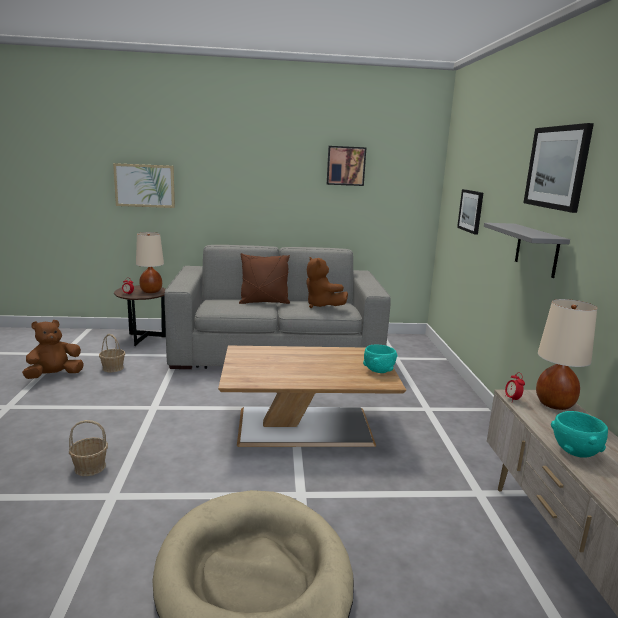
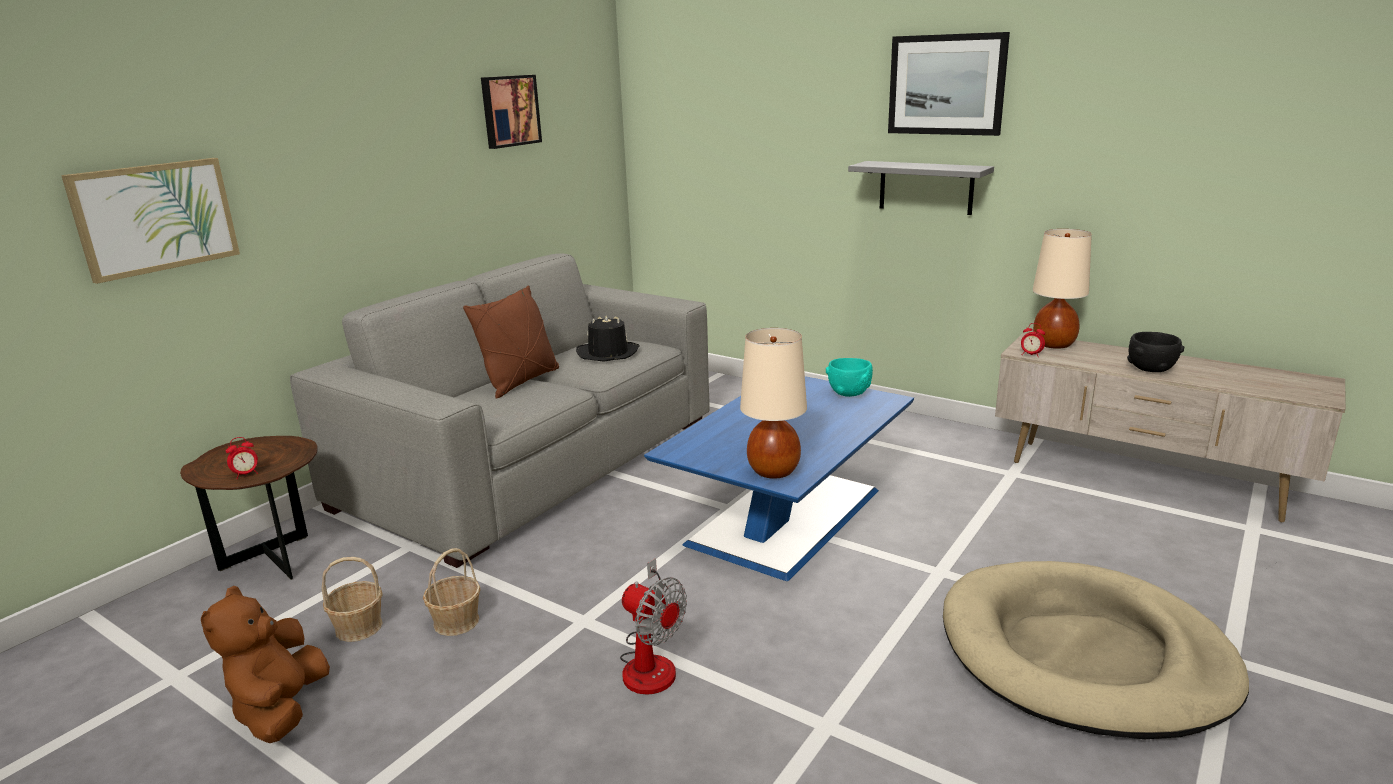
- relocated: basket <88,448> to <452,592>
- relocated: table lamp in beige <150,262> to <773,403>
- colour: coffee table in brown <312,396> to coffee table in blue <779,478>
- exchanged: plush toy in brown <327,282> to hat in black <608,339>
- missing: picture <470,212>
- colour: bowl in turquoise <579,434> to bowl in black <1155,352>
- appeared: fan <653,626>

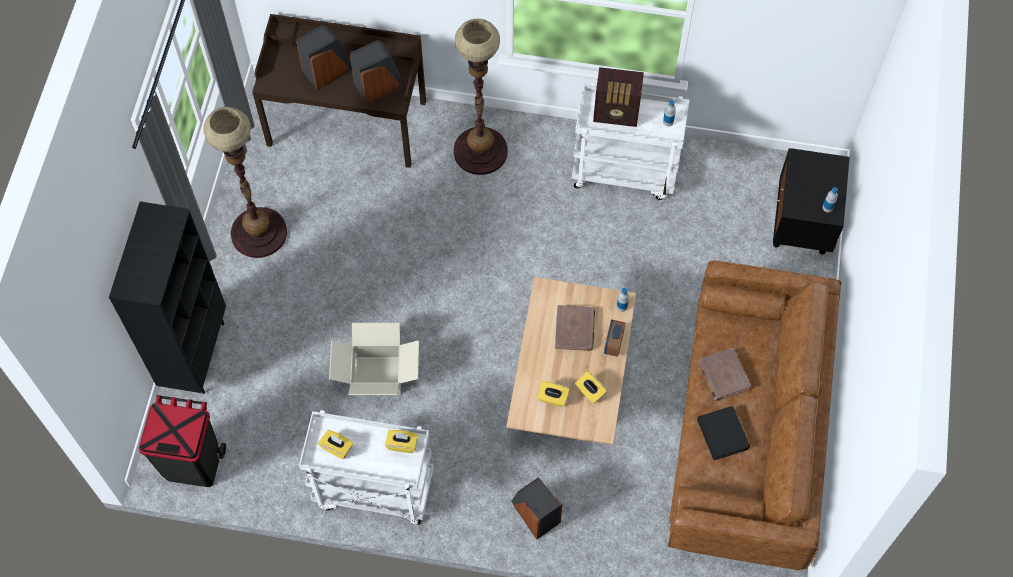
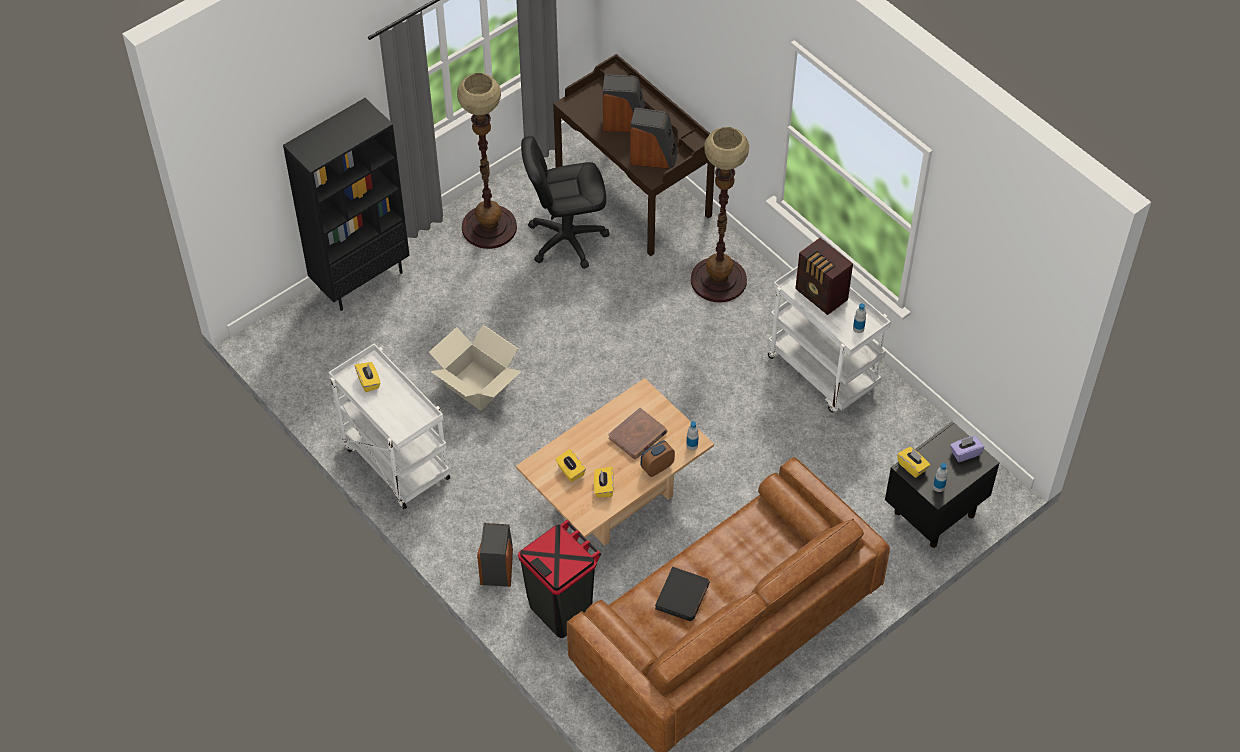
- relocated: trash can in black <182,441> to <559,579>
- relocated: tissue box in yellow <401,441> to <913,462>
- missing: book in brown <724,374>
- appeared: office chair in black <565,202>
- appeared: tissue box in purple <967,449>

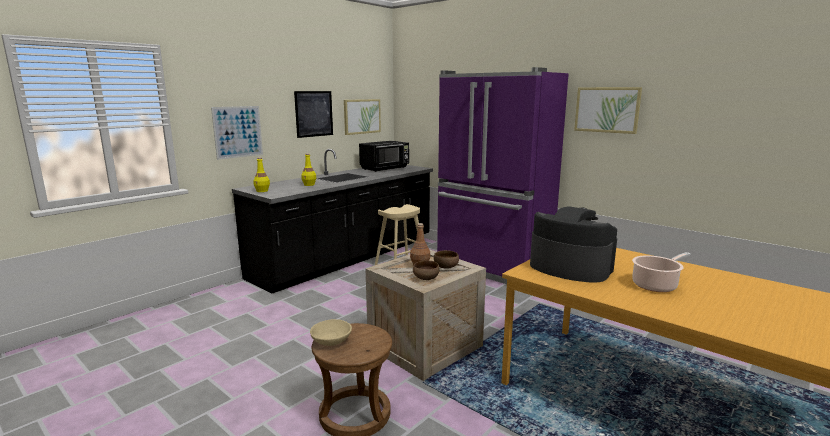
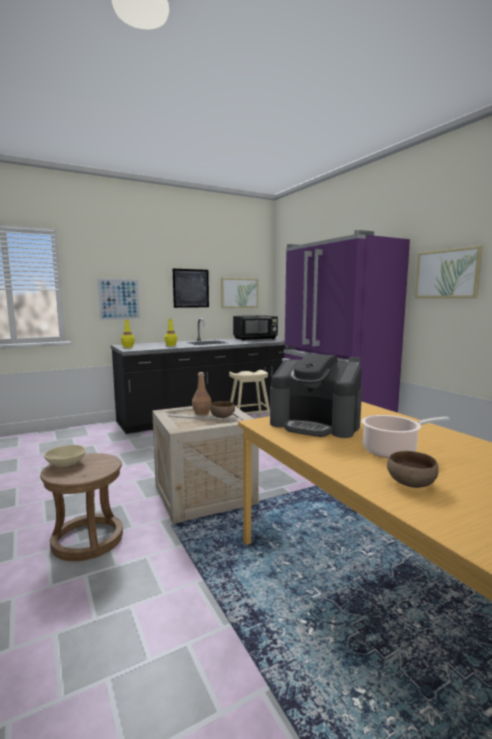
- relocated: bowl in brown <426,270> to <412,469>
- spun: coffee machine <573,245> = <316,396> 150 degrees clockwise

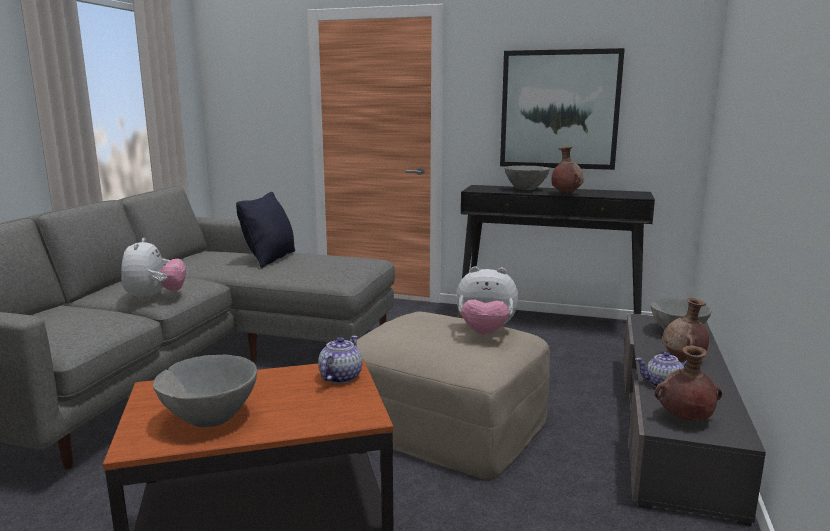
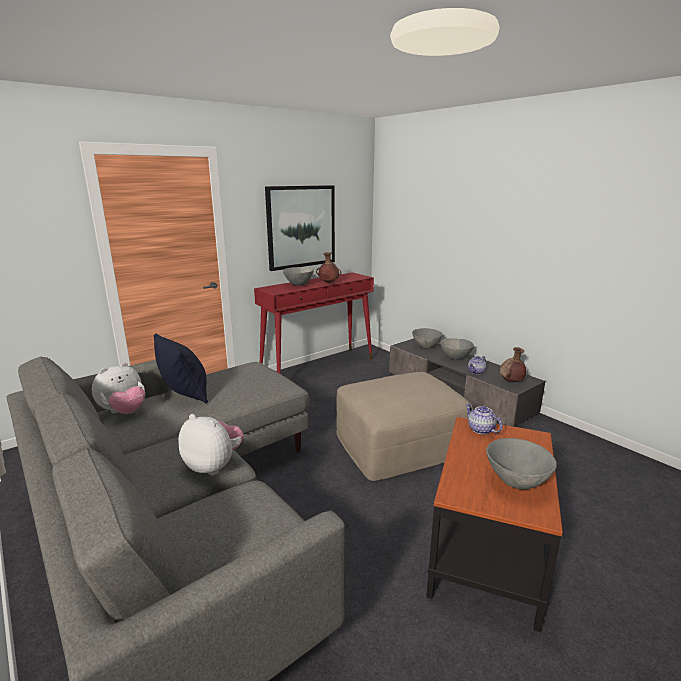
- relocated: plush toy <487,300> to <118,388>
- colour: console table in black <556,251> to console table in red <314,323>
- exchanged: vase in brown <685,329> to bowl in grey <457,349>

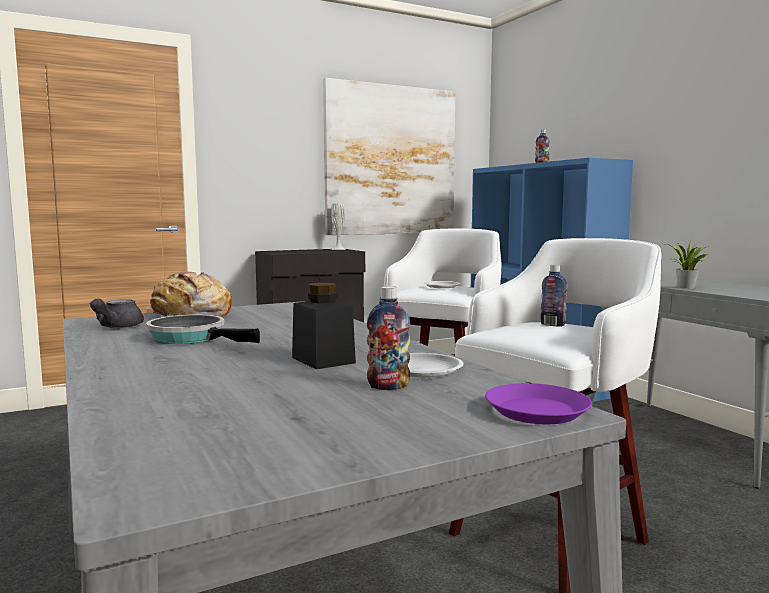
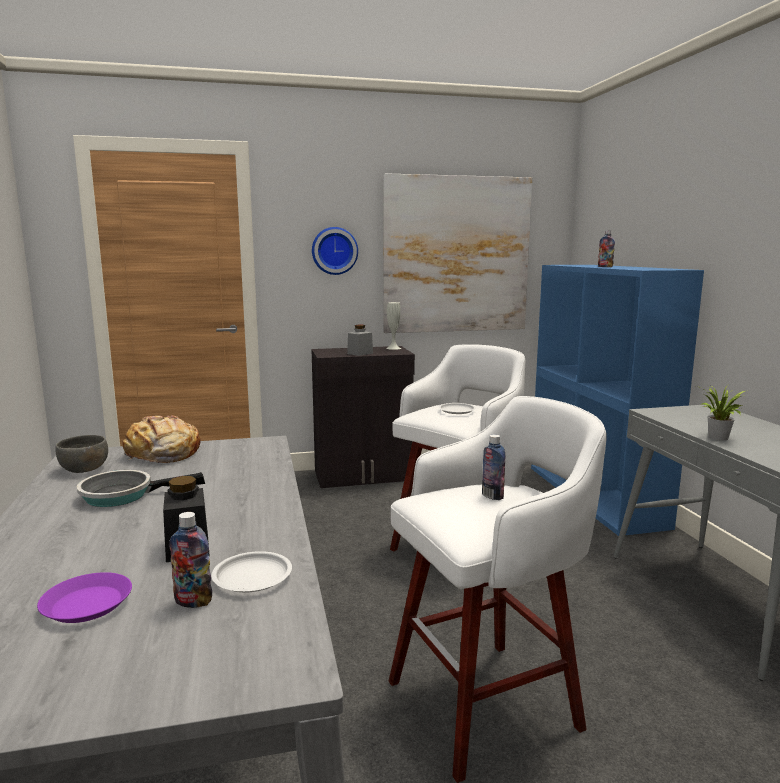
- exchanged: teapot in grey <117,313> to bowl in grey <81,454>
- spun: frying pan <203,329> = <141,488> 60 degrees counterclockwise
- relocated: plate in purple <538,403> to <84,597>
- appeared: wall clock <335,251>
- appeared: jar in grey <360,340>

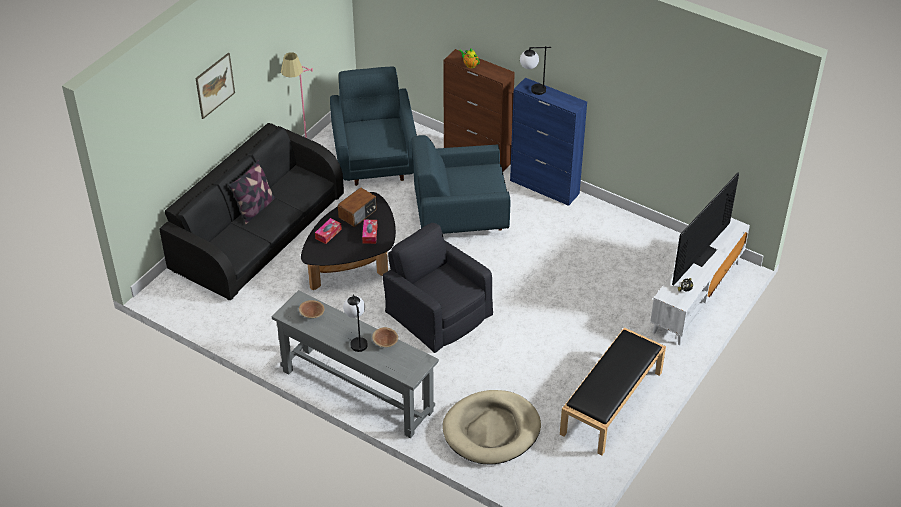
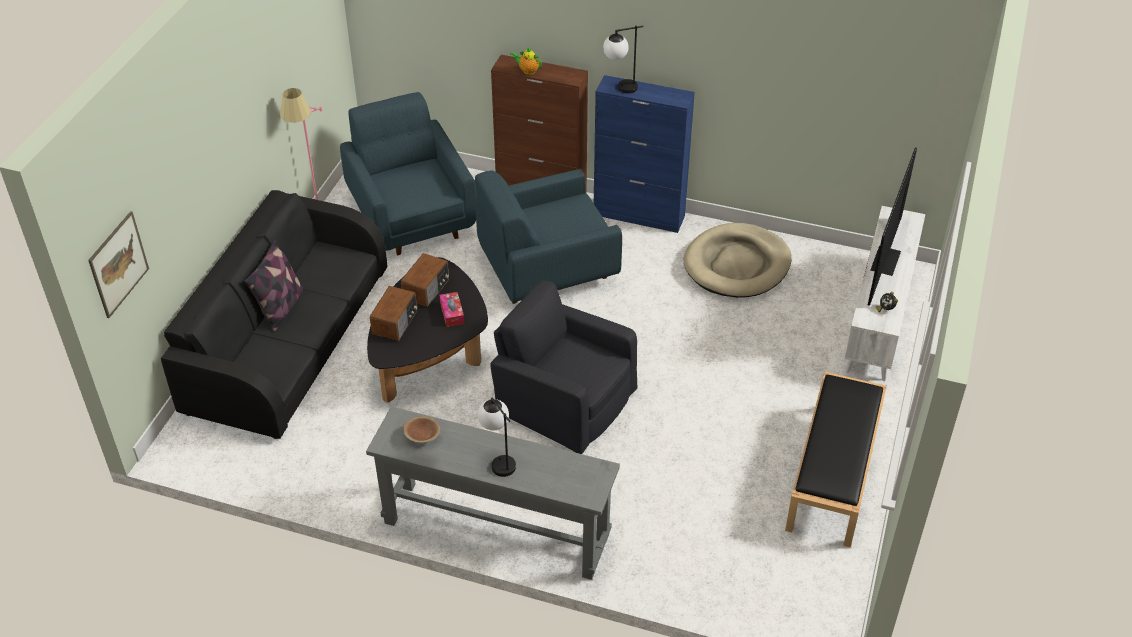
- relocated: picture <215,85> to <118,264>
- exchanged: tissue box <328,231> to radio <393,313>
- missing: bowl in brown <385,337>
- relocated: dog bed in beige <492,427> to <737,260>

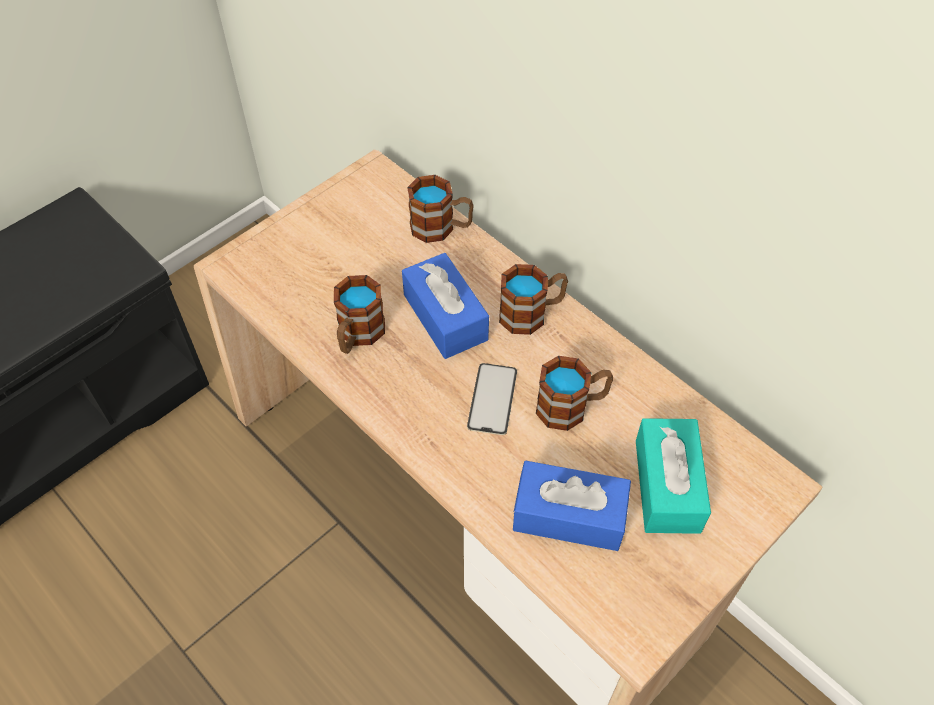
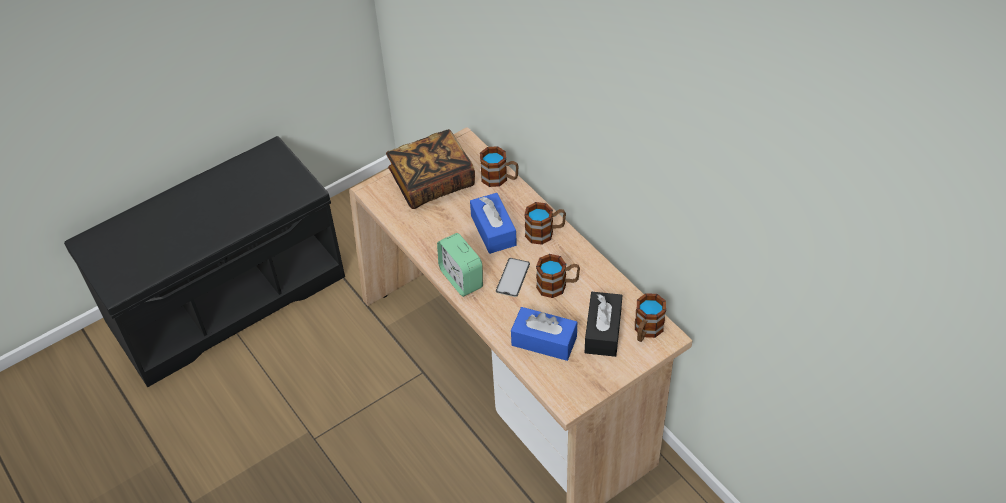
- relocated: mug <359,314> to <650,317>
- colour: tissue box in turquoise <673,476> to tissue box in black <603,324>
- appeared: book <430,169>
- appeared: alarm clock <460,265>

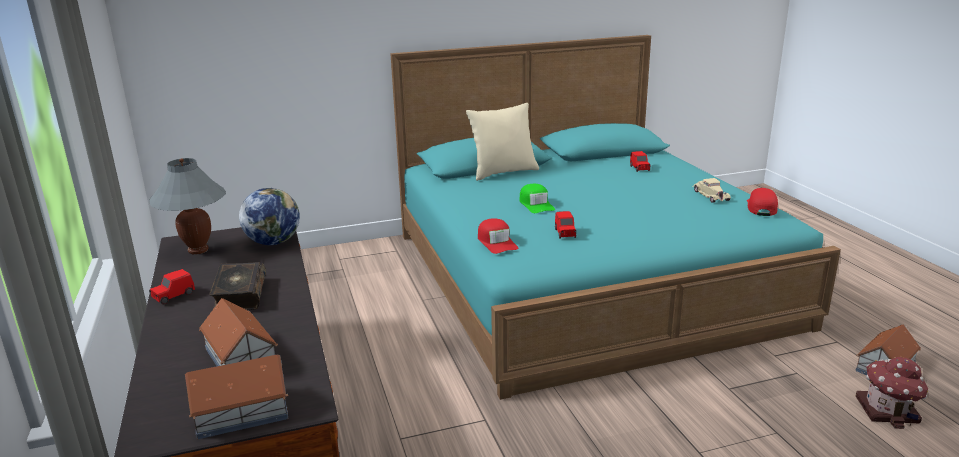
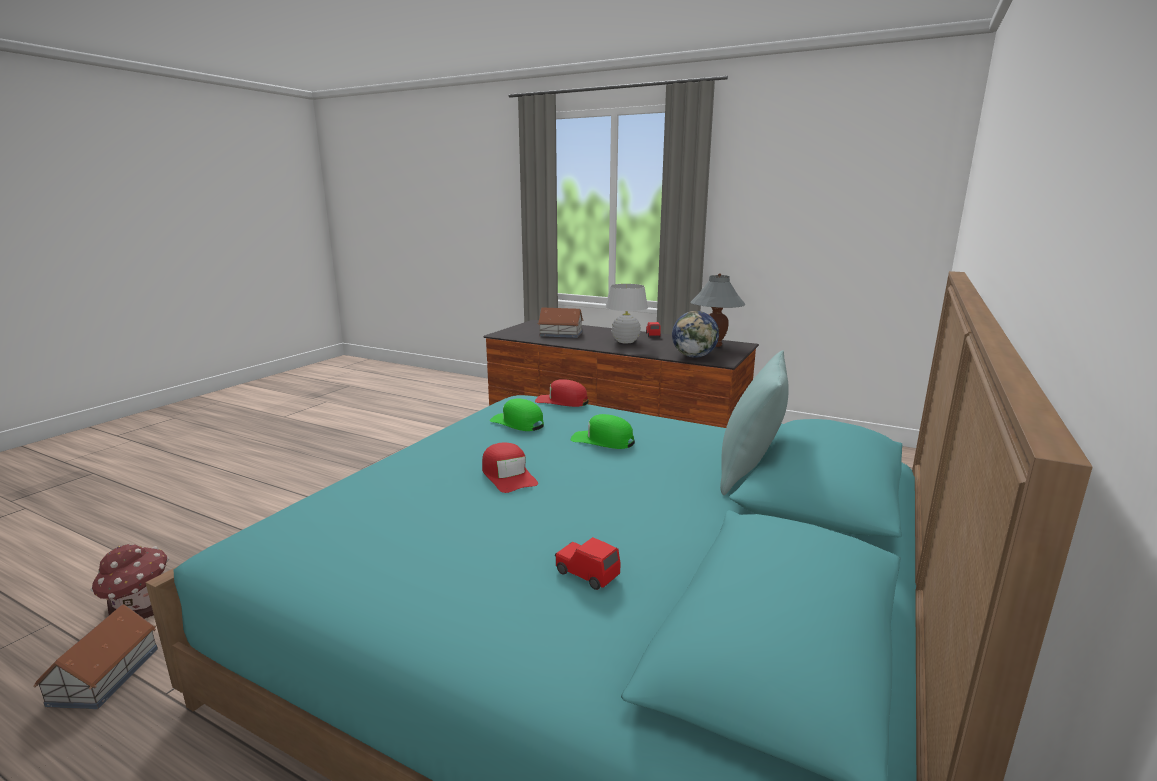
- missing: toy house <236,396>
- exchanged: book <237,286> to table lamp in white <626,313>
- colour: pillow in beige <502,142> to pillow in turquoise <754,422>
- exchanged: toy car in red <565,225> to cap in green <517,414>
- missing: toy car in beige <711,190>
- relocated: cap in red <762,202> to <510,468>

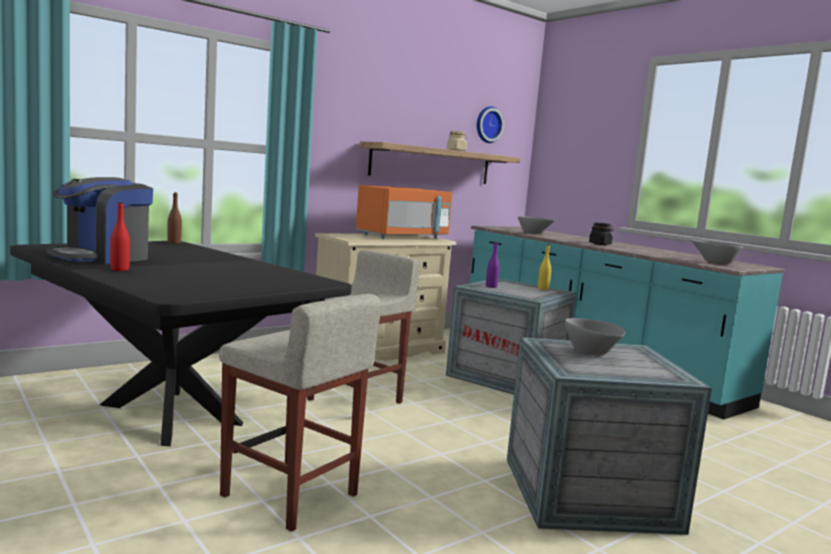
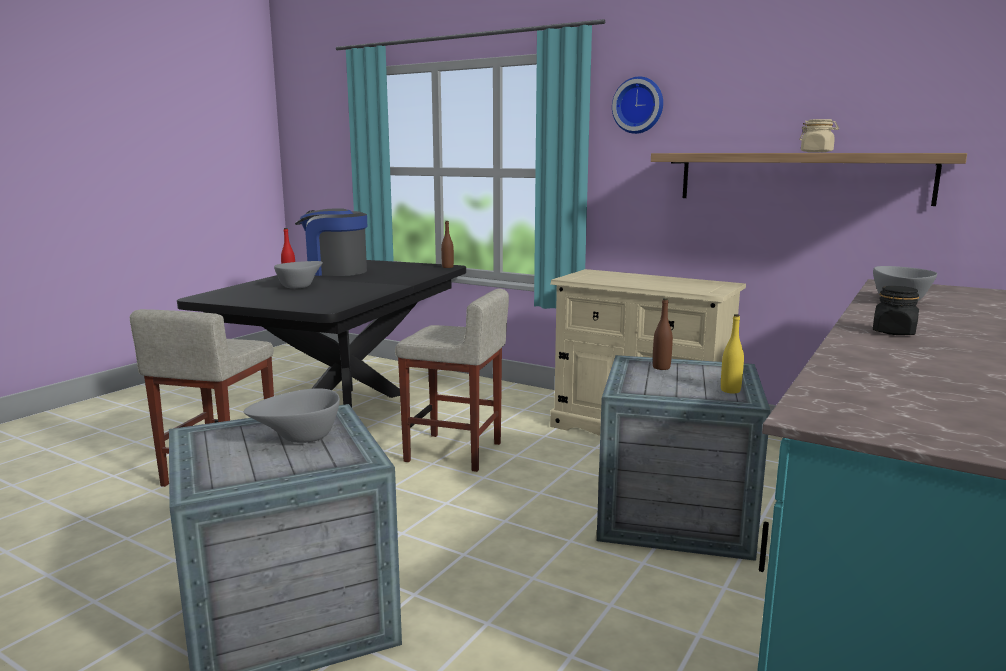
- missing: microwave in orange <404,211>
- relocated: wall clock <490,124> to <637,105>
- colour: bottle in purple <492,265> to bottle in brown <663,334>
- relocated: bowl in grey <717,252> to <298,275>

